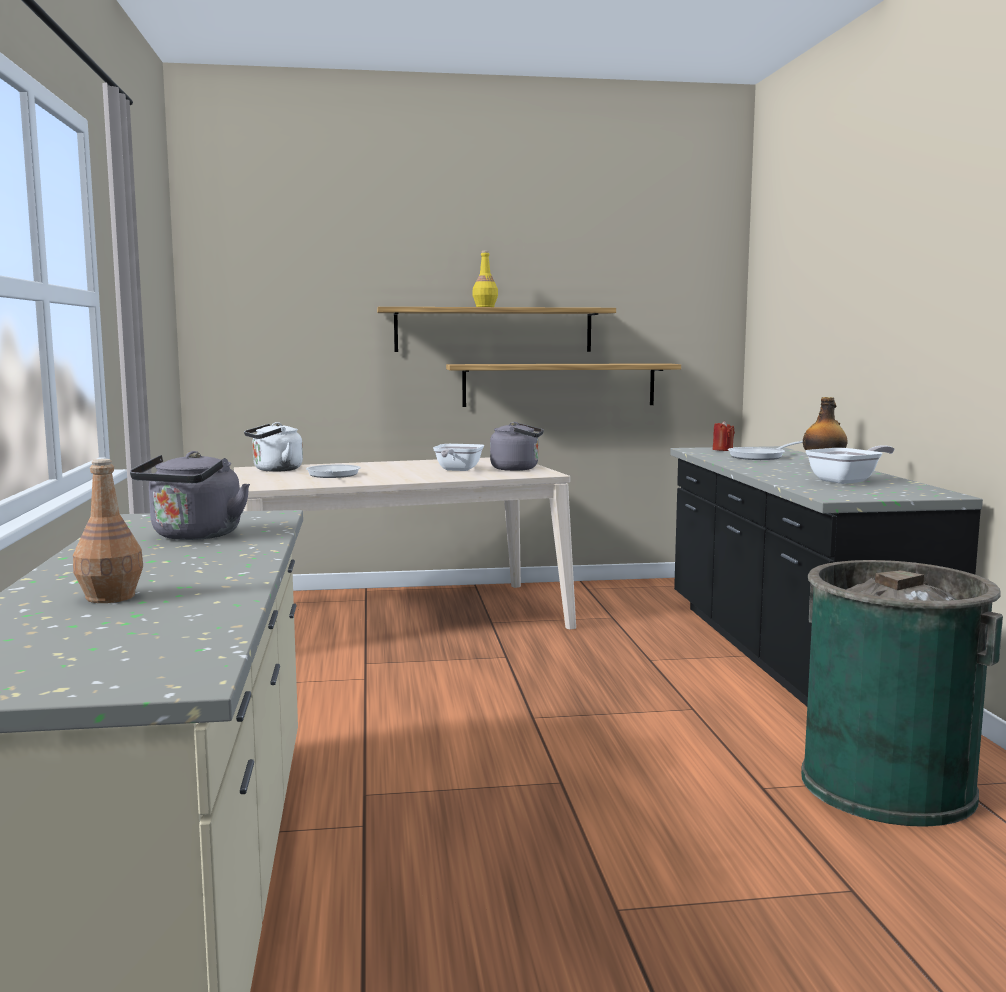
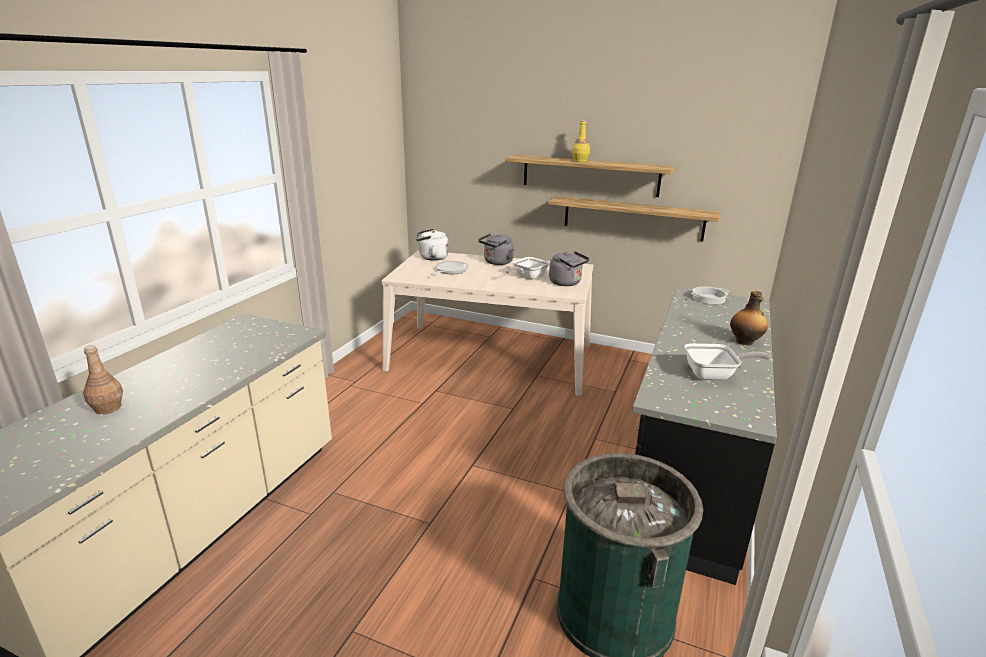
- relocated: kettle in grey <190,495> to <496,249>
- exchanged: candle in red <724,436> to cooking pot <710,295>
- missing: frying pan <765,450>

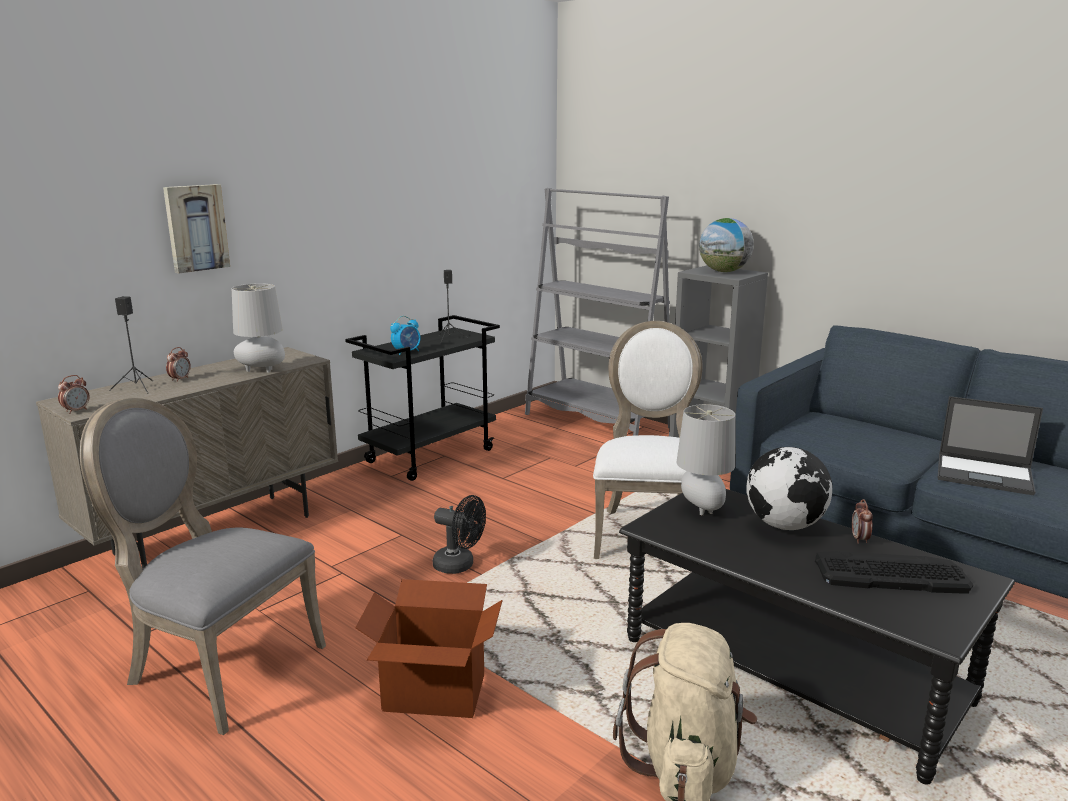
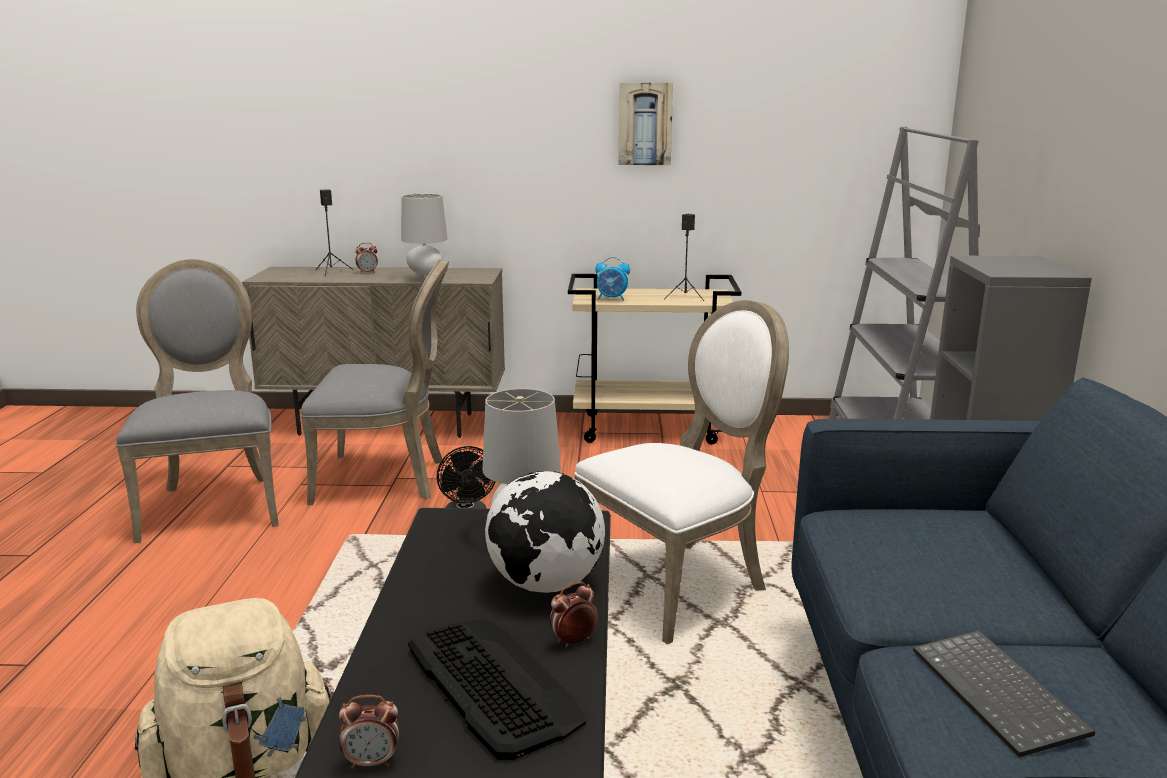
- relocated: alarm clock <74,394> to <369,732>
- relocated: picture <196,229> to <646,124>
- colour: cart in black <422,398> to cart in beige <654,359>
- missing: cardboard box <429,648>
- missing: globe <726,245>
- exchanged: laptop <990,445> to keyboard <1004,694>
- appeared: chair in grey <375,382>

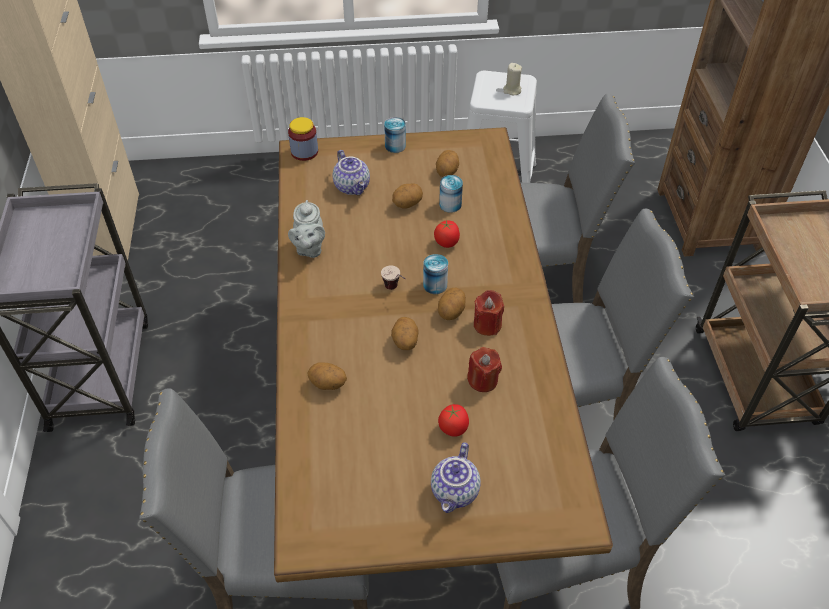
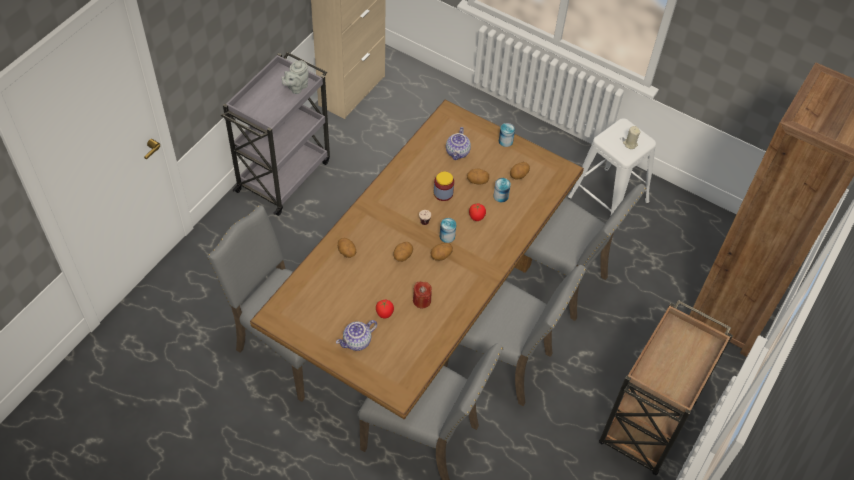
- relocated: jar <303,139> to <444,186>
- relocated: teapot in grey <306,229> to <295,77>
- missing: candle in red <489,313>

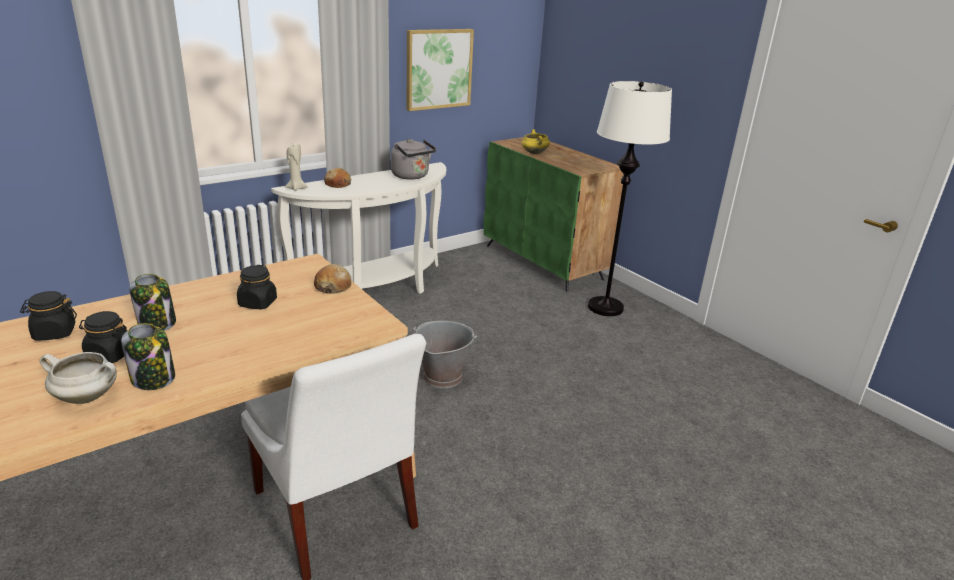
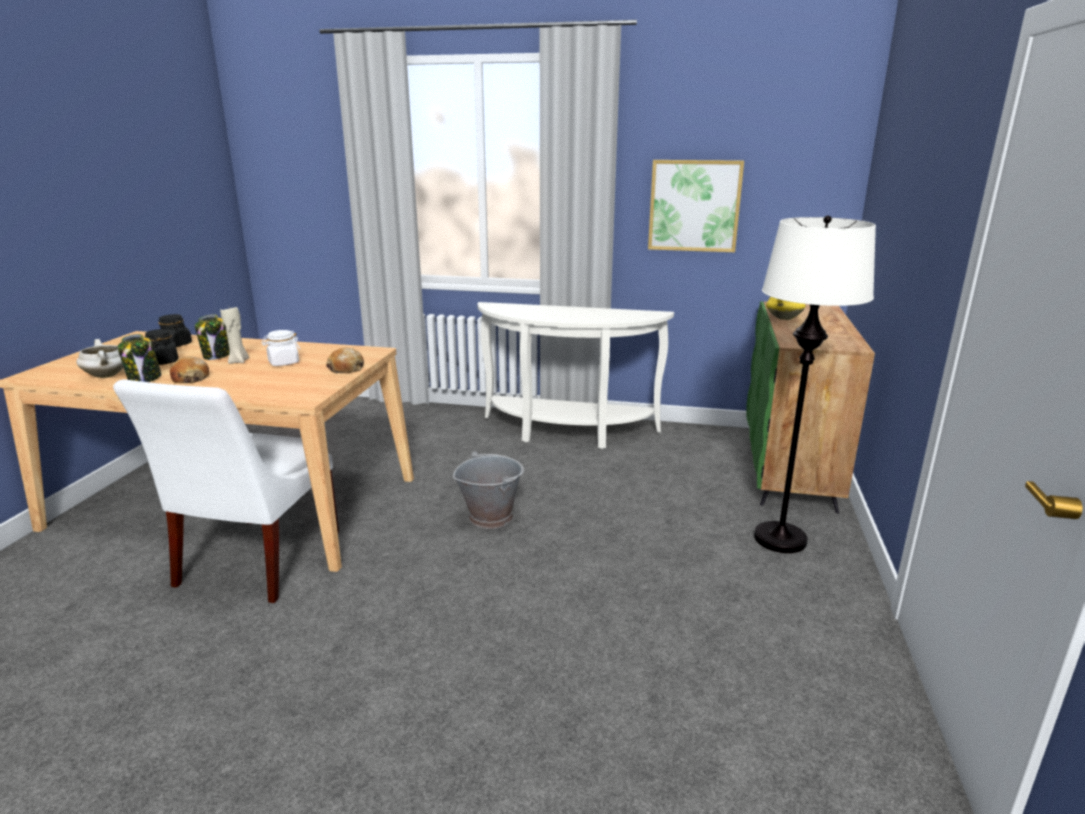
- colour: jar in black <257,287> to jar in white <281,348>
- relocated: candle in beige <296,167> to <234,335>
- relocated: bread <338,178> to <189,369>
- missing: kettle in grey <413,159>

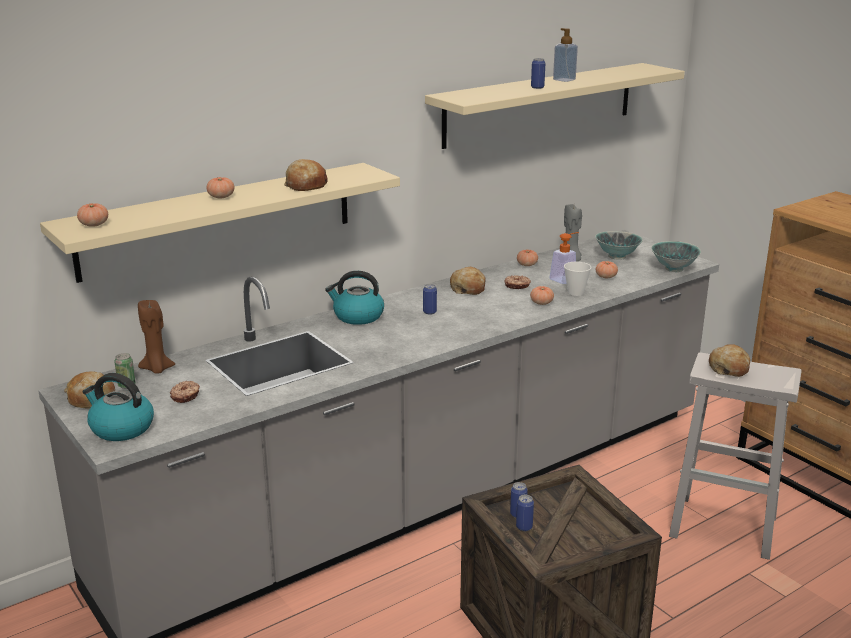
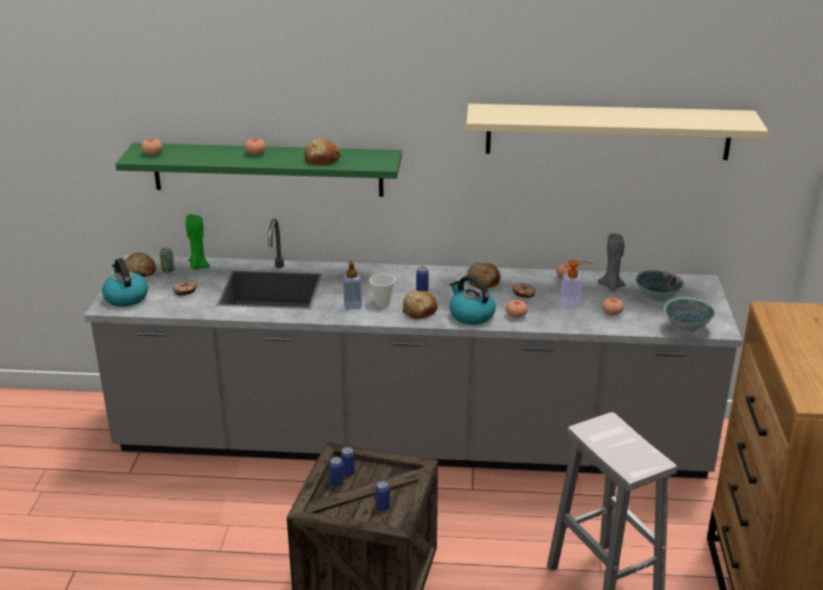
- colour: shelf in beige <220,223> to shelf in green <258,170>
- colour: candle in brown <156,336> to candle in green <198,242>
- relocated: kettle <354,298> to <473,300>
- relocated: can <538,73> to <382,495>
- relocated: soap dispenser <565,55> to <352,285>
- relocated: cup <577,279> to <382,290>
- relocated: bread <729,360> to <420,304>

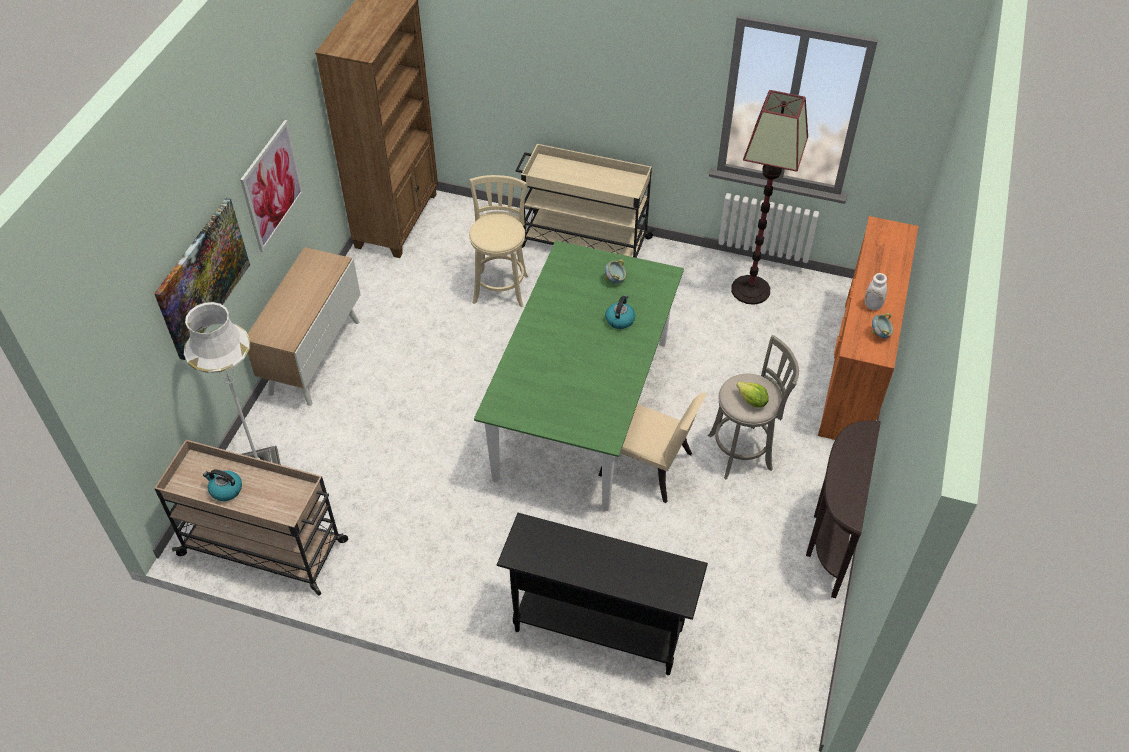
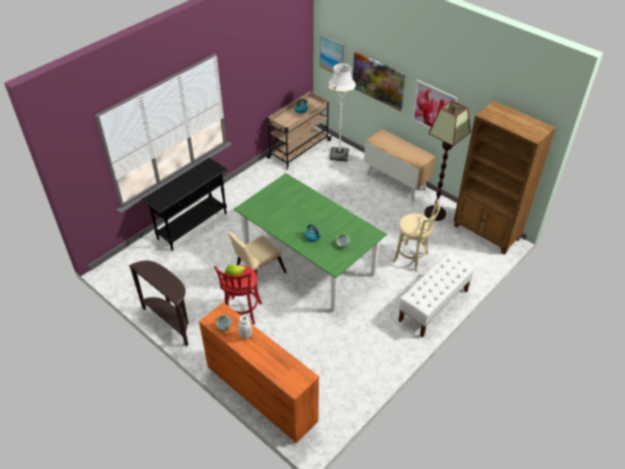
- exchanged: cart in beige <585,201> to bench in white <436,295>
- colour: stool in grey <753,407> to stool in red <238,294>
- relocated: floor lamp <769,197> to <448,160>
- appeared: picture <332,54>

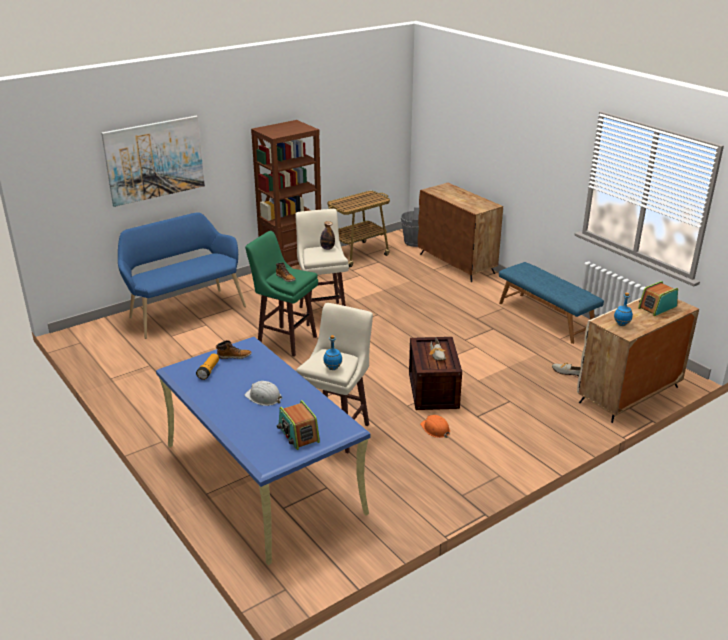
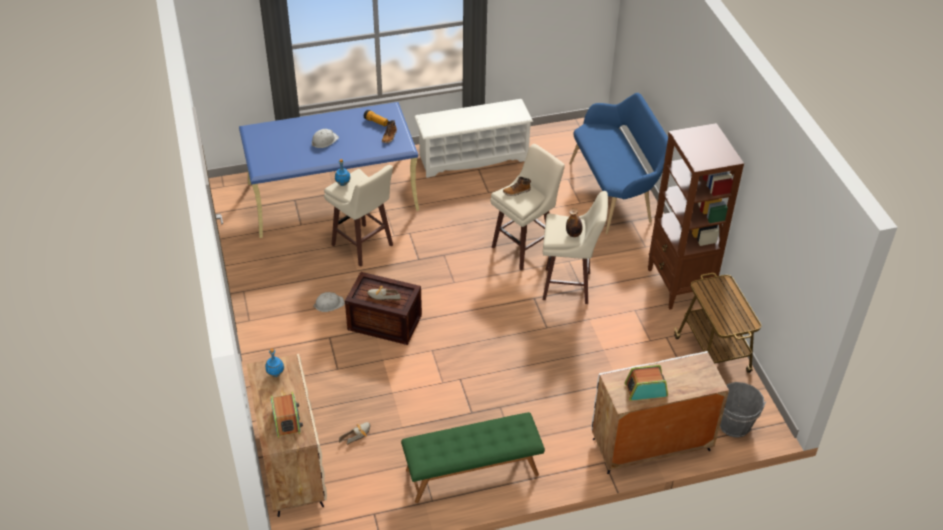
- missing: picture <153,161>
- colour: stool in green <281,293> to stool in beige <527,207>
- relocated: radio <298,425> to <646,382>
- colour: cabinet in brown <460,232> to cabinet in white <660,412>
- colour: hard hat in orange <435,426> to hard hat in white <329,302>
- colour: bench in blue <551,303> to bench in green <473,457>
- appeared: shoe rack in white <473,138>

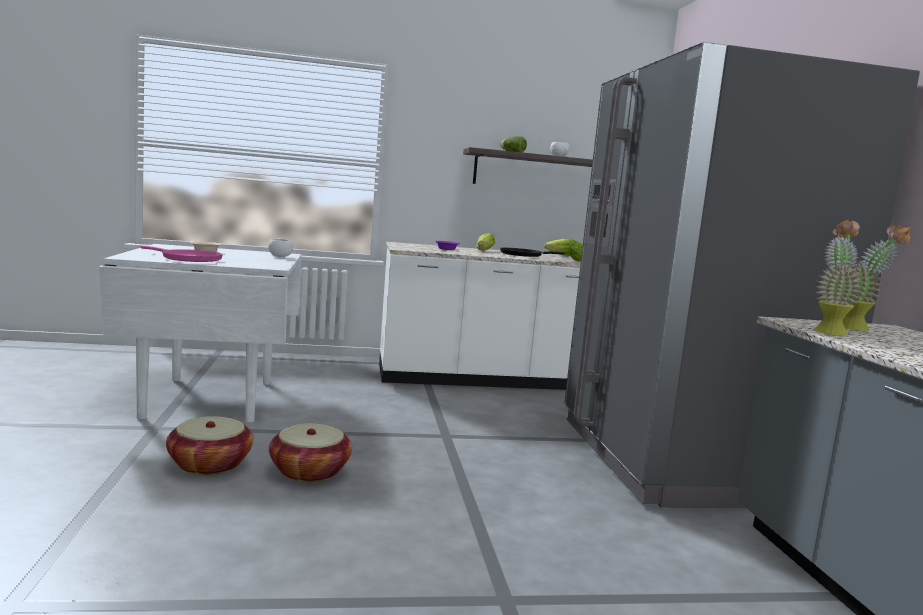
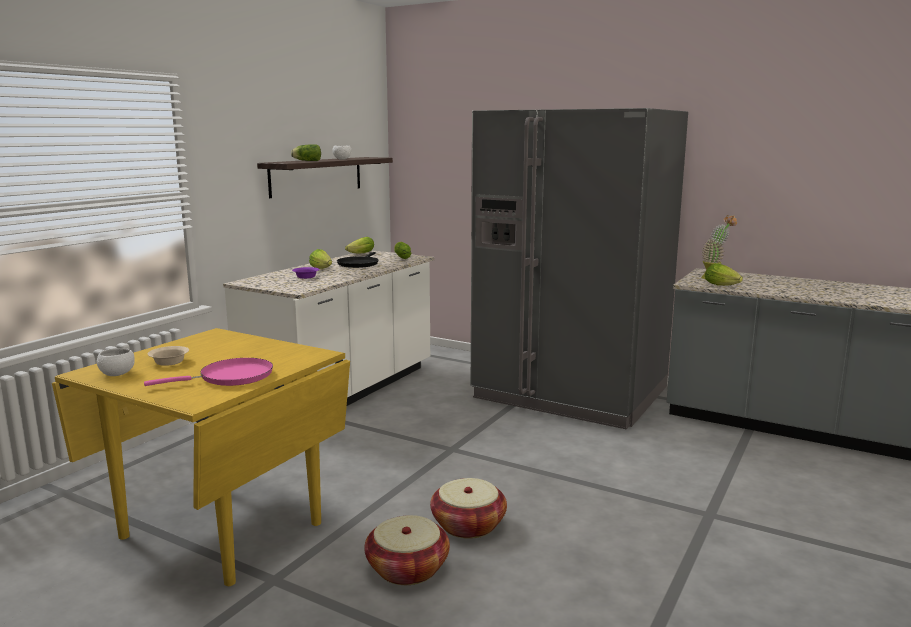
- colour: dining table in white <200,333> to dining table in yellow <201,457>
- relocated: bowl in white <281,248> to <116,362>
- exchanged: potted plant <838,278> to lettuce <724,274>

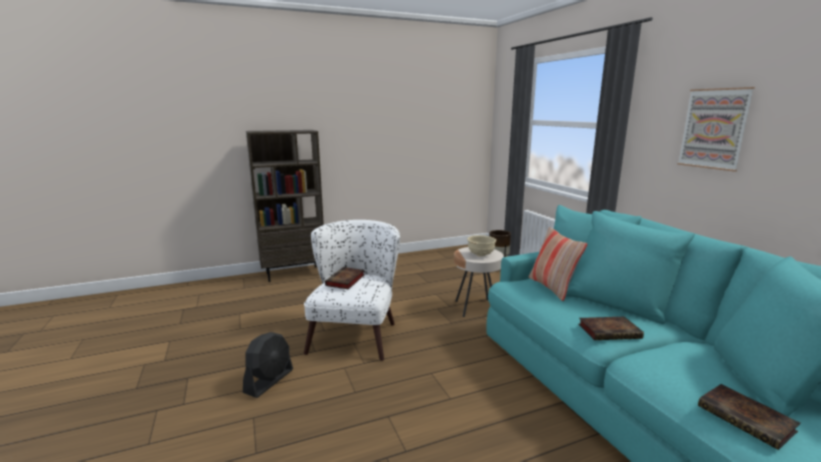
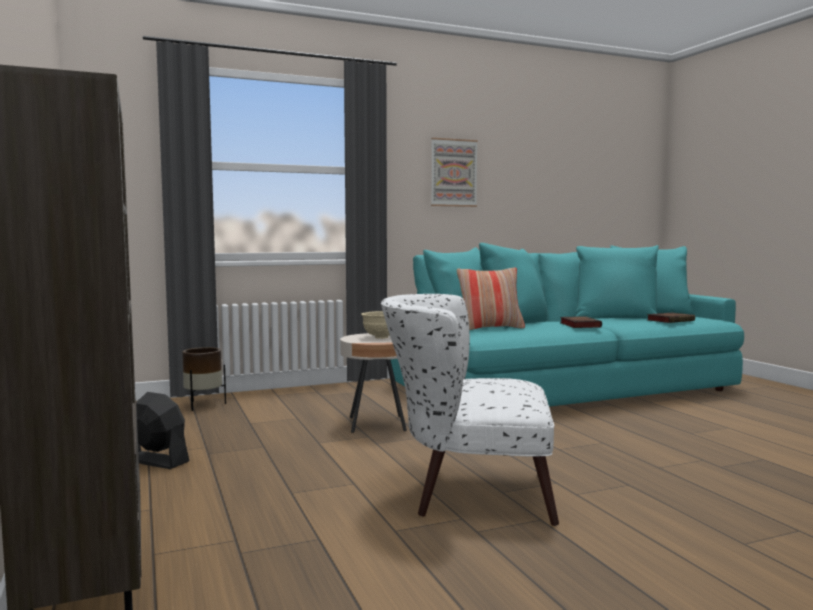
- relocated: fan in black <268,365> to <163,430>
- missing: book <344,278>

